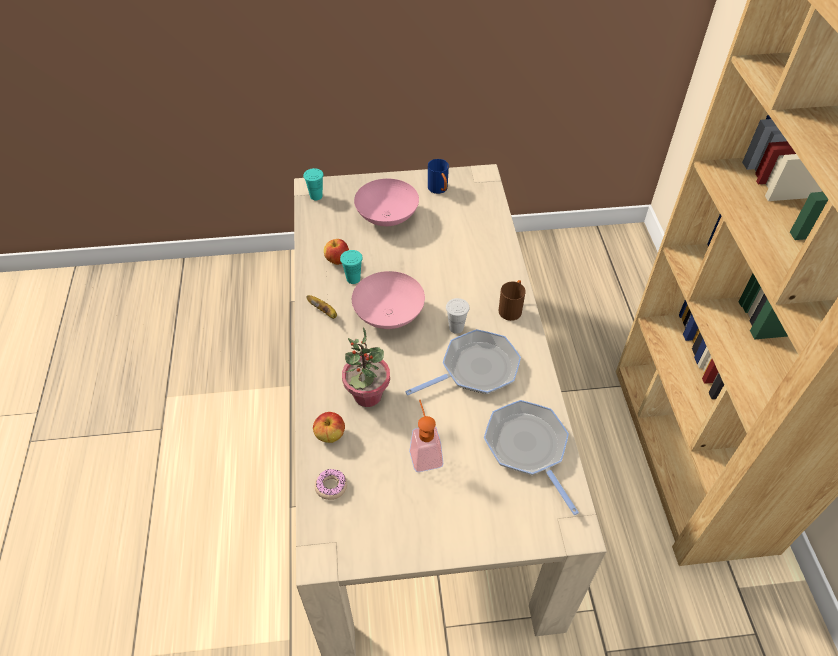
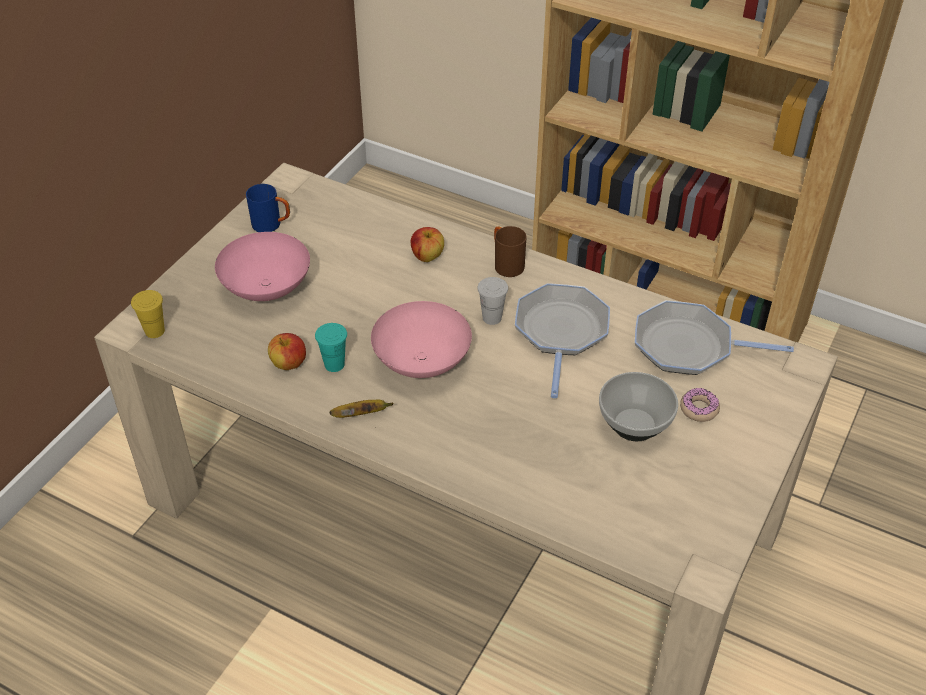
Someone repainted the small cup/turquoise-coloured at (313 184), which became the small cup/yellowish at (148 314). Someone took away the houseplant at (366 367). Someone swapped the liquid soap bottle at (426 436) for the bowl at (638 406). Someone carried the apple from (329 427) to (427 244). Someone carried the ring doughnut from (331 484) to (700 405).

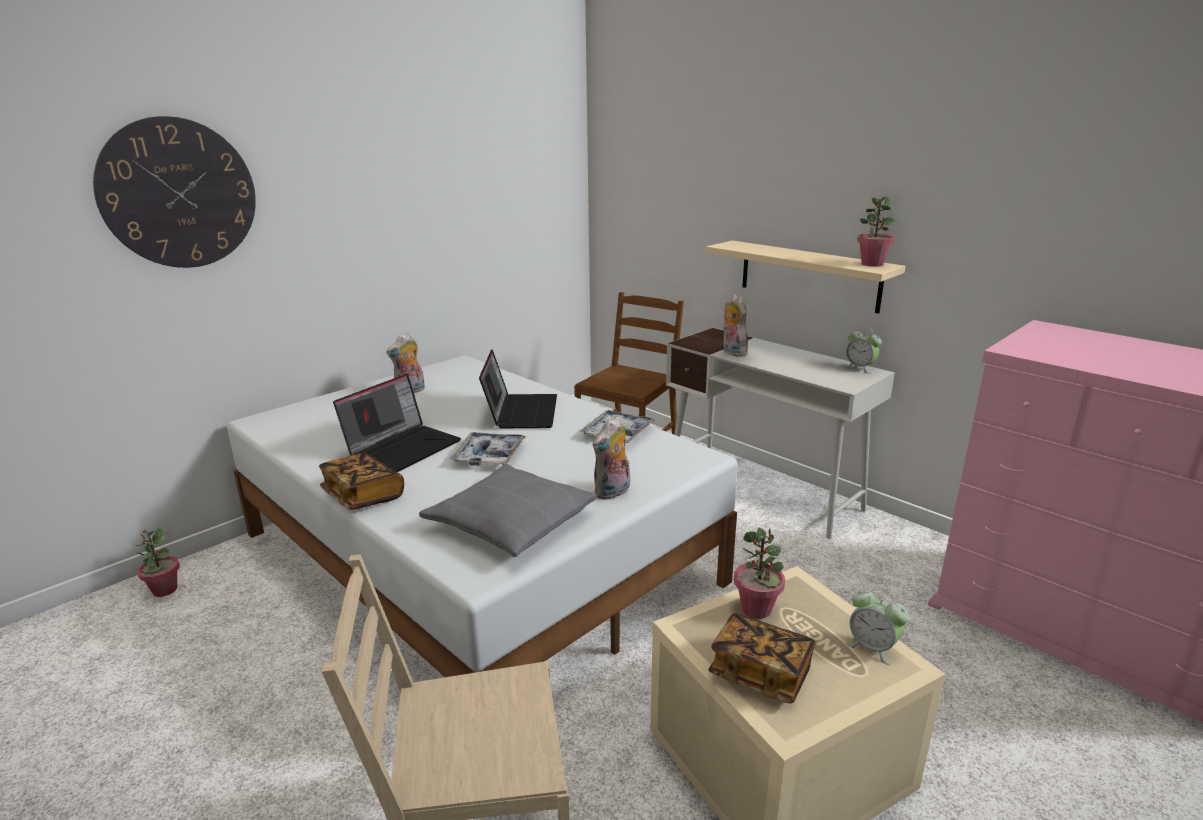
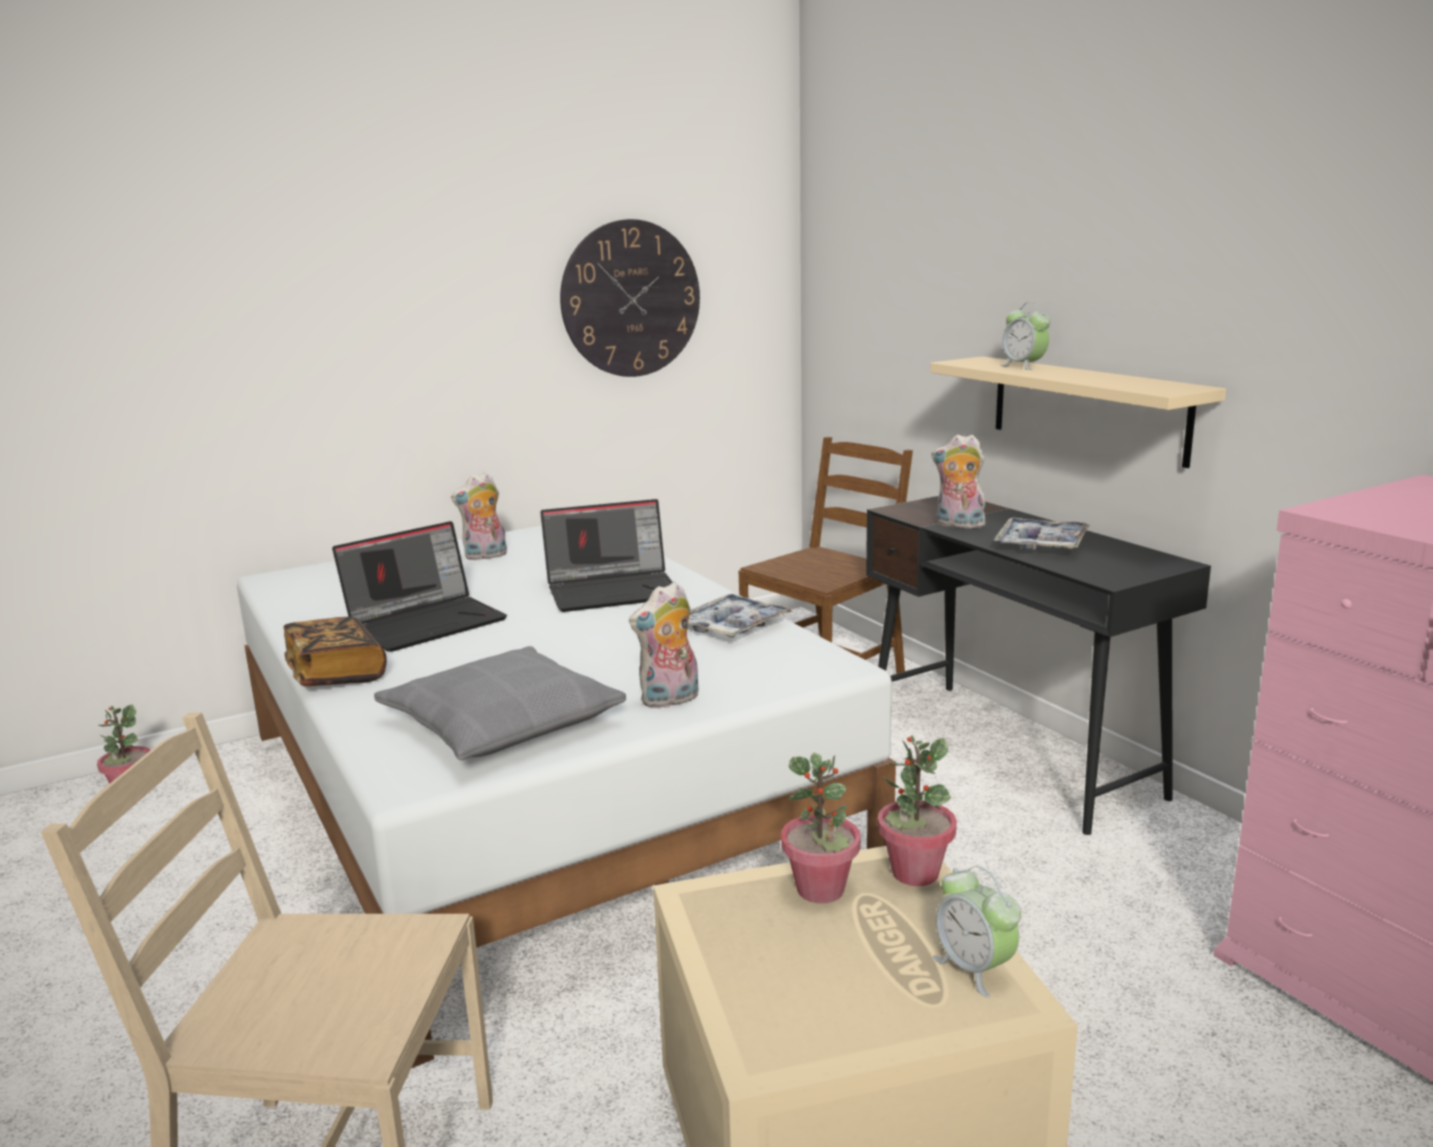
Someone carried the wall clock from (174 192) to (630 298). Someone carried the houseplant from (876 231) to (917 810). Someone rotated the plush toy at (736 325) by 60 degrees counterclockwise. Someone carried the table clock from (863 350) to (1025 336). Someone repainted the desk table/whitish at (780 433), which became the desk table/blackish at (1038 665). Someone rotated the notebook computer at (518 389) by 60 degrees clockwise. Someone carried the serving tray from (488 449) to (1042 534). Someone took away the bound book at (762 658).

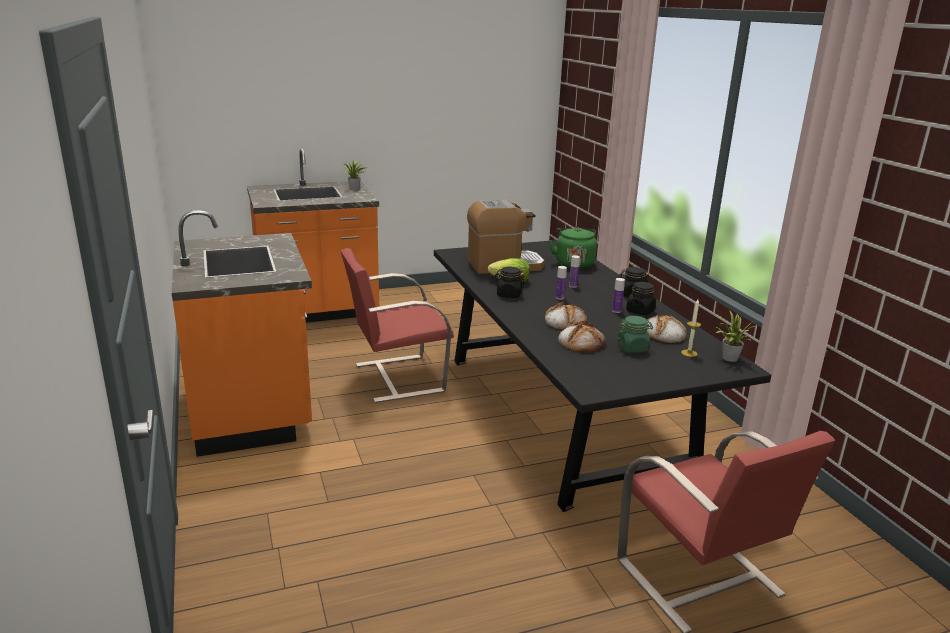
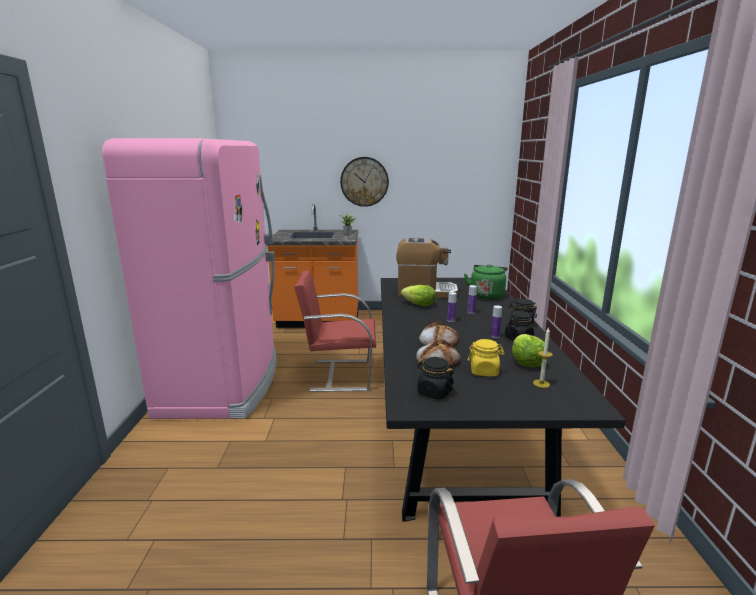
Someone swapped the kitchen base unit/orange at (242 333) for the refrigerator/pink at (189 278). Someone carried the jar/blackish from (510 282) to (435 378). Someone took away the houseplant at (735 336). Someone swapped the bakery bread at (667 329) for the lettuce head at (530 350). Someone repainted the jar/green at (635 334), which became the jar/yellowish at (486 357). Someone put up the wall clock at (364 182).

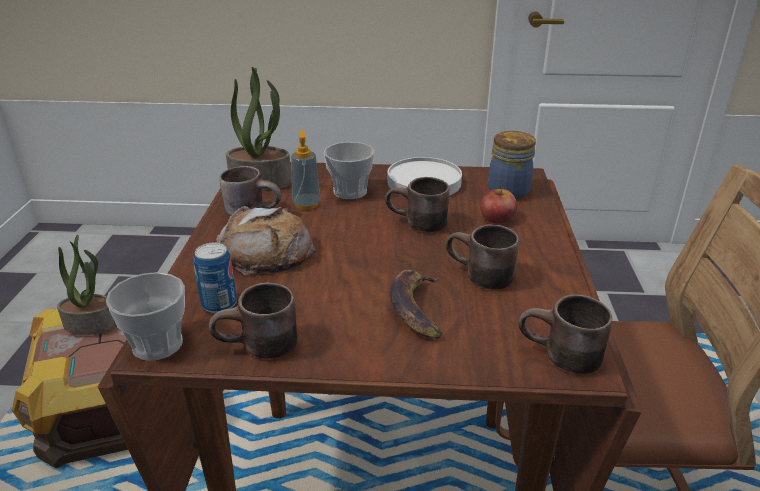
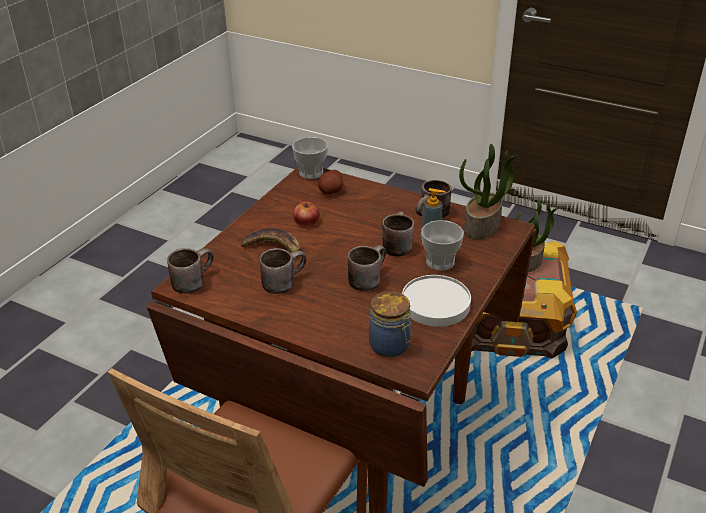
Someone carried the apple from (498 205) to (306 214). Someone took away the bakery bread at (266 240). Someone swapped the metal can at (215 277) for the whole potato at (330 182). Someone carried the tea mug/brown from (253 320) to (398 233).

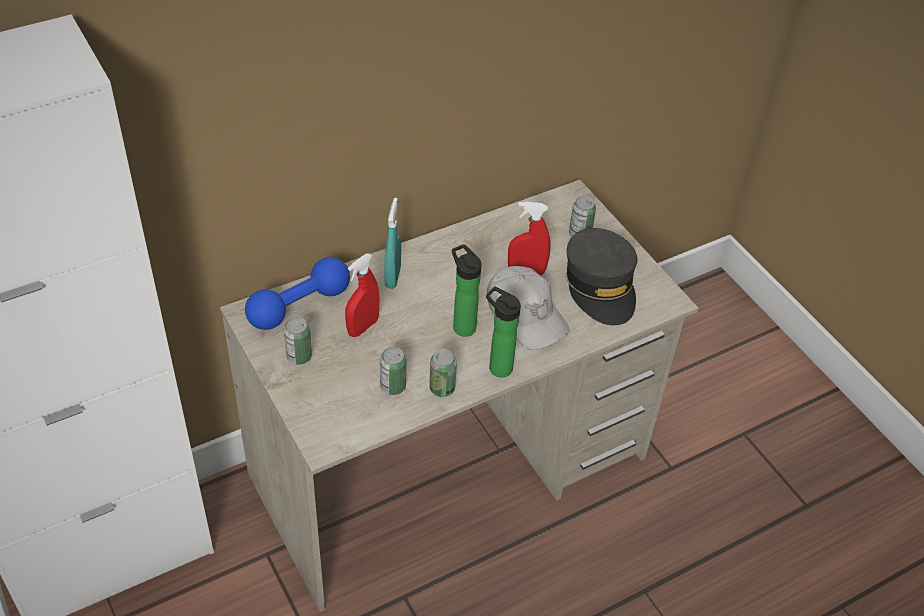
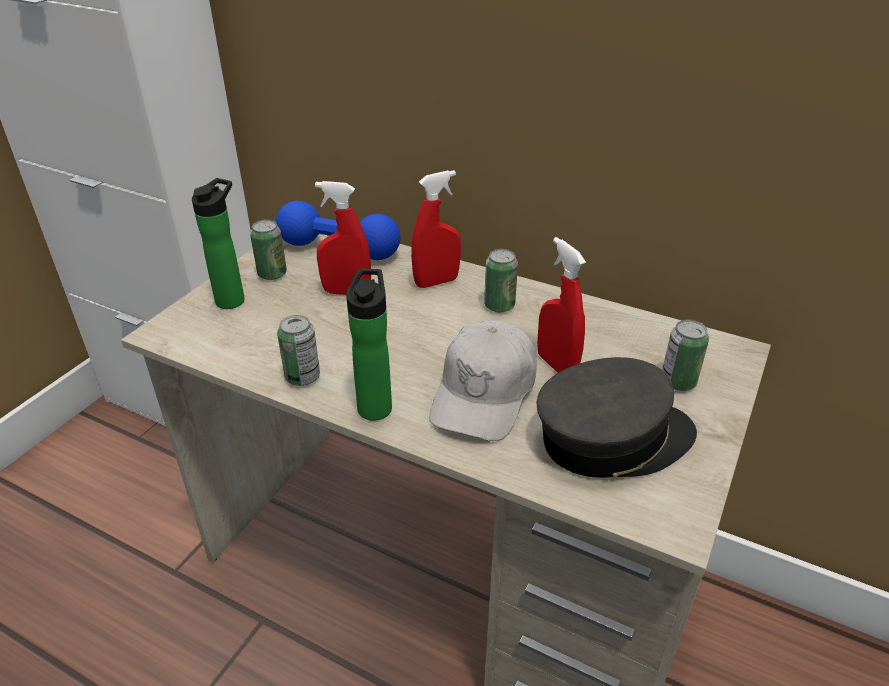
Someone repainted the spray bottle/turquoise-coloured at (392 243), which became the spray bottle/red-coloured at (436 229). Someone rotated the baseball cap/grey at (601 276) by 150 degrees counterclockwise. Someone carried the bottle from (466 290) to (218 243). Someone carried the metal can from (393 371) to (501 281).

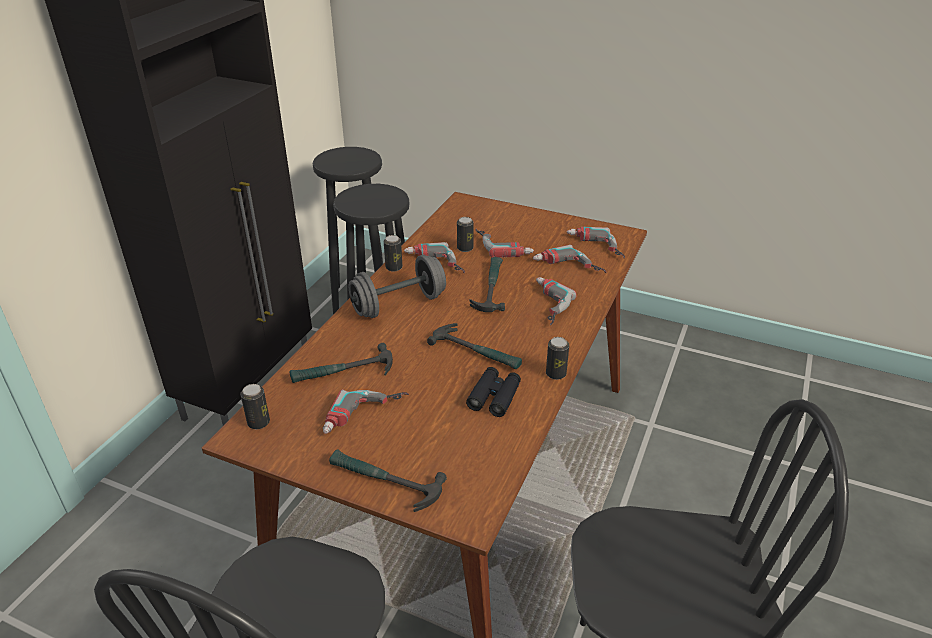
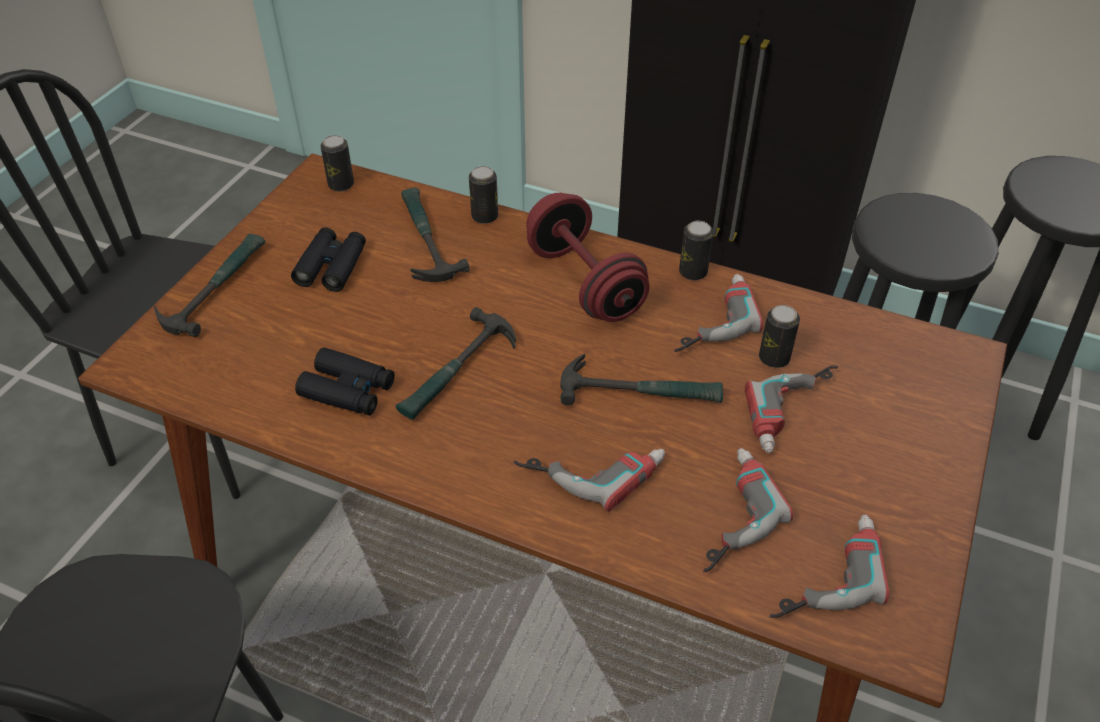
Someone repainted the hand weight/grey at (397 286), which became the hand weight/red-coloured at (588 257). Someone carried the metal can from (557 358) to (483 195). Someone swapped the electric drill at (366 411) for the binoculars/blackish at (328 259).

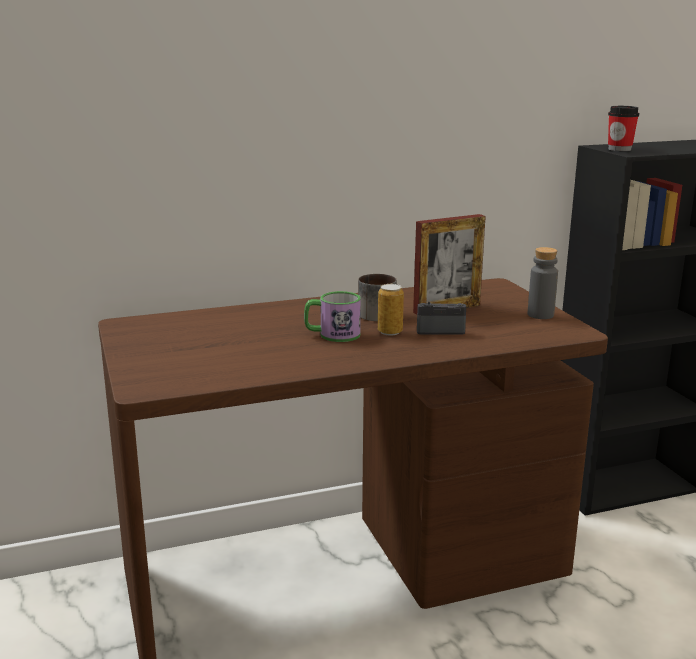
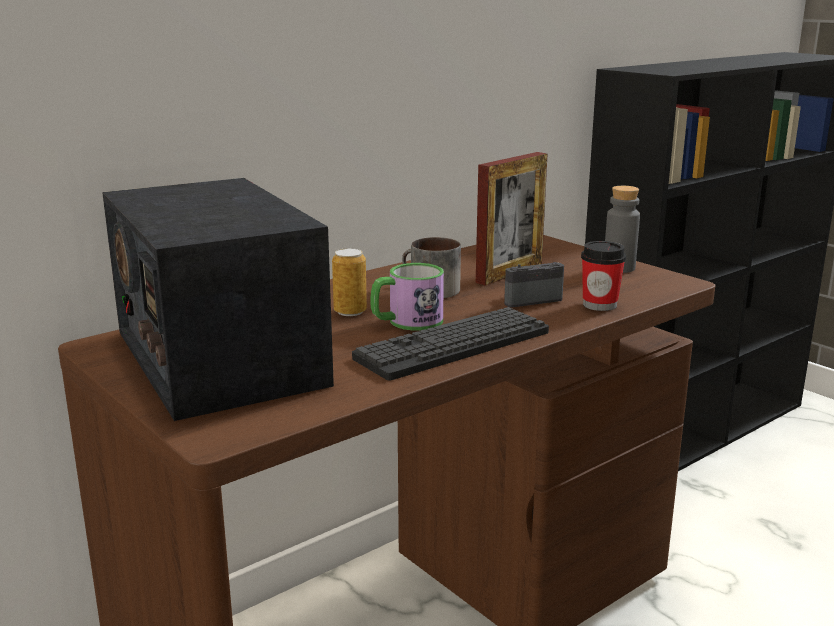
Someone carried the small cup from (623 128) to (603 276). Someone carried the metal can from (391 310) to (349 282). Someone put down the radio at (218 299). Someone put down the PC keyboard at (450 344).

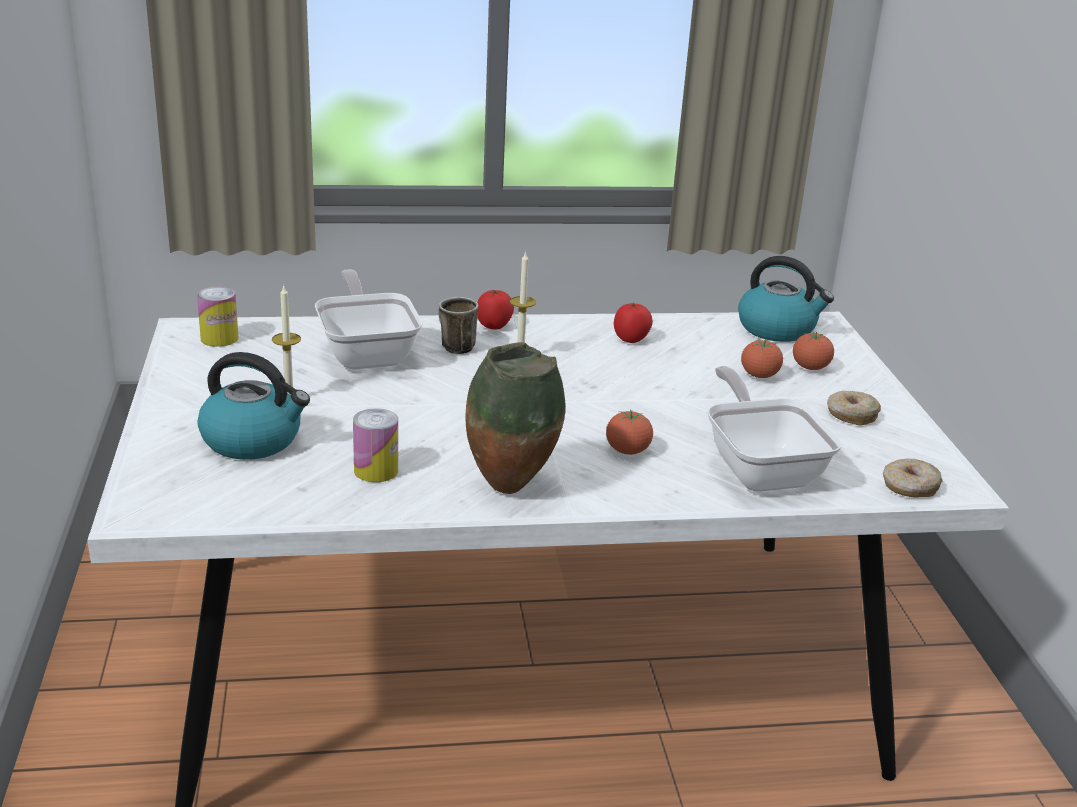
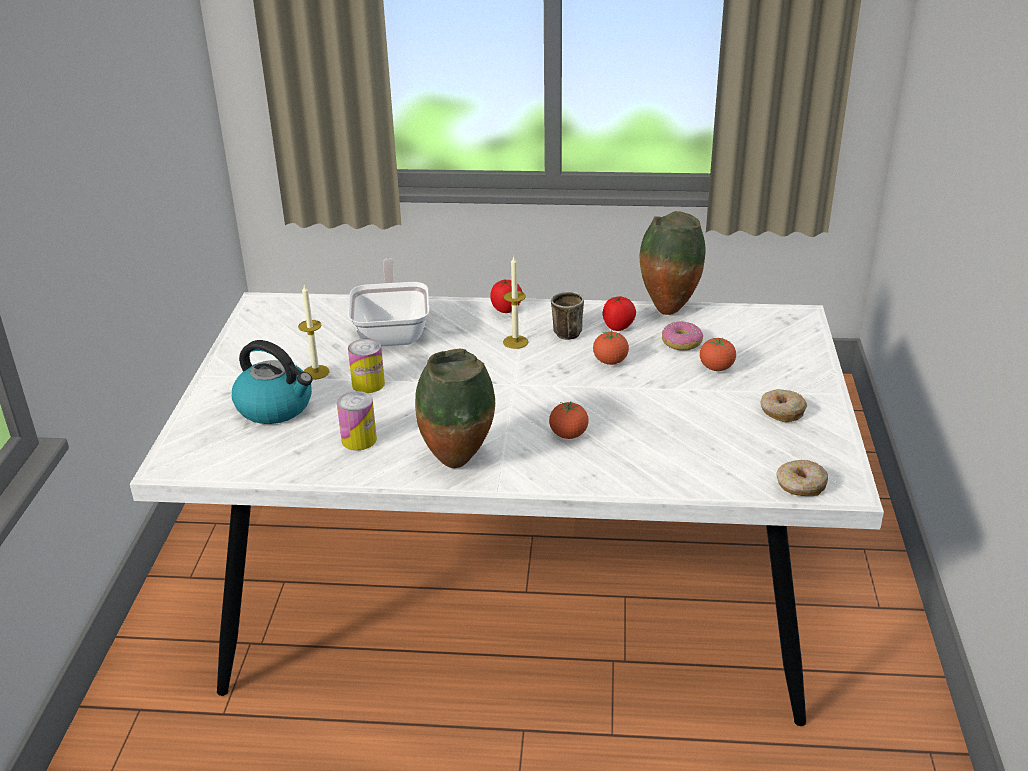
Someone took away the water kettle at (786 299). Someone carried the metal can from (218 316) to (366 366). Someone carried the tea mug from (458 325) to (567 315). Someone carried the tomato from (813 351) to (611 348). Someone took away the skillet at (774 429). Someone put down the flower vase at (673 263). Someone put down the ring doughnut at (682 336).

